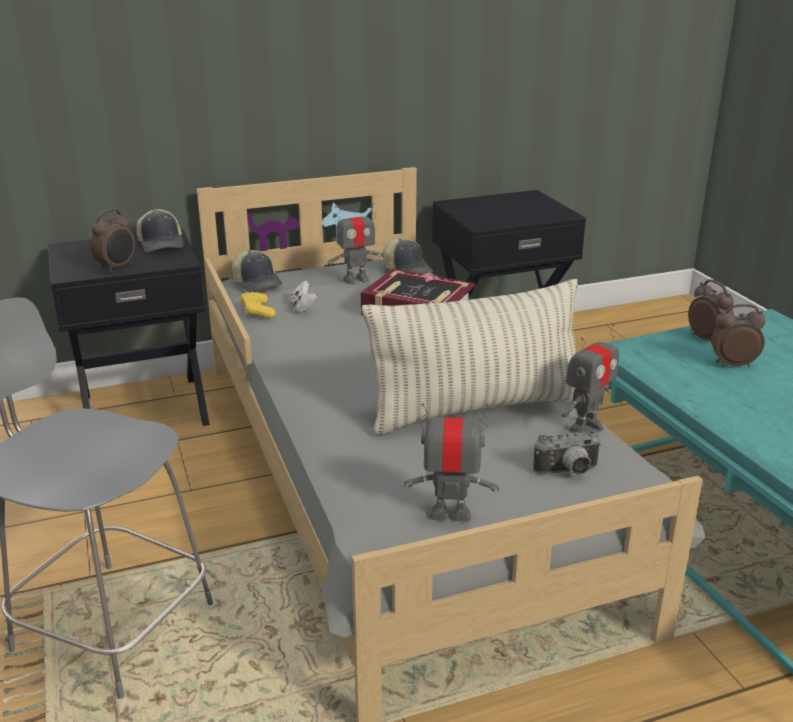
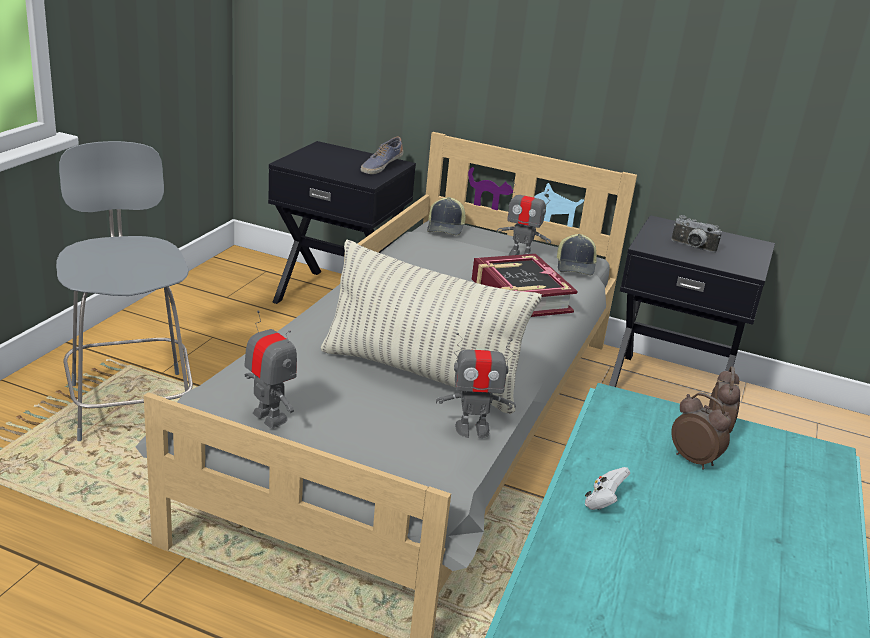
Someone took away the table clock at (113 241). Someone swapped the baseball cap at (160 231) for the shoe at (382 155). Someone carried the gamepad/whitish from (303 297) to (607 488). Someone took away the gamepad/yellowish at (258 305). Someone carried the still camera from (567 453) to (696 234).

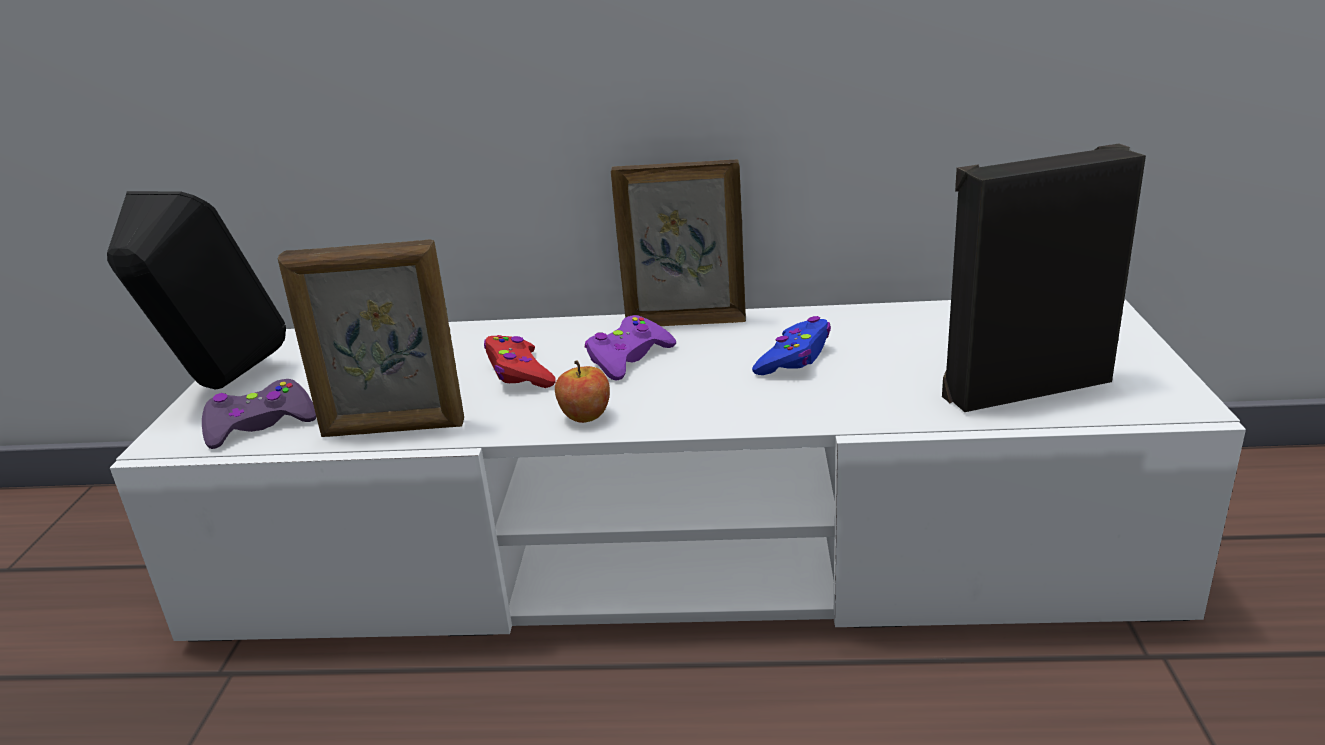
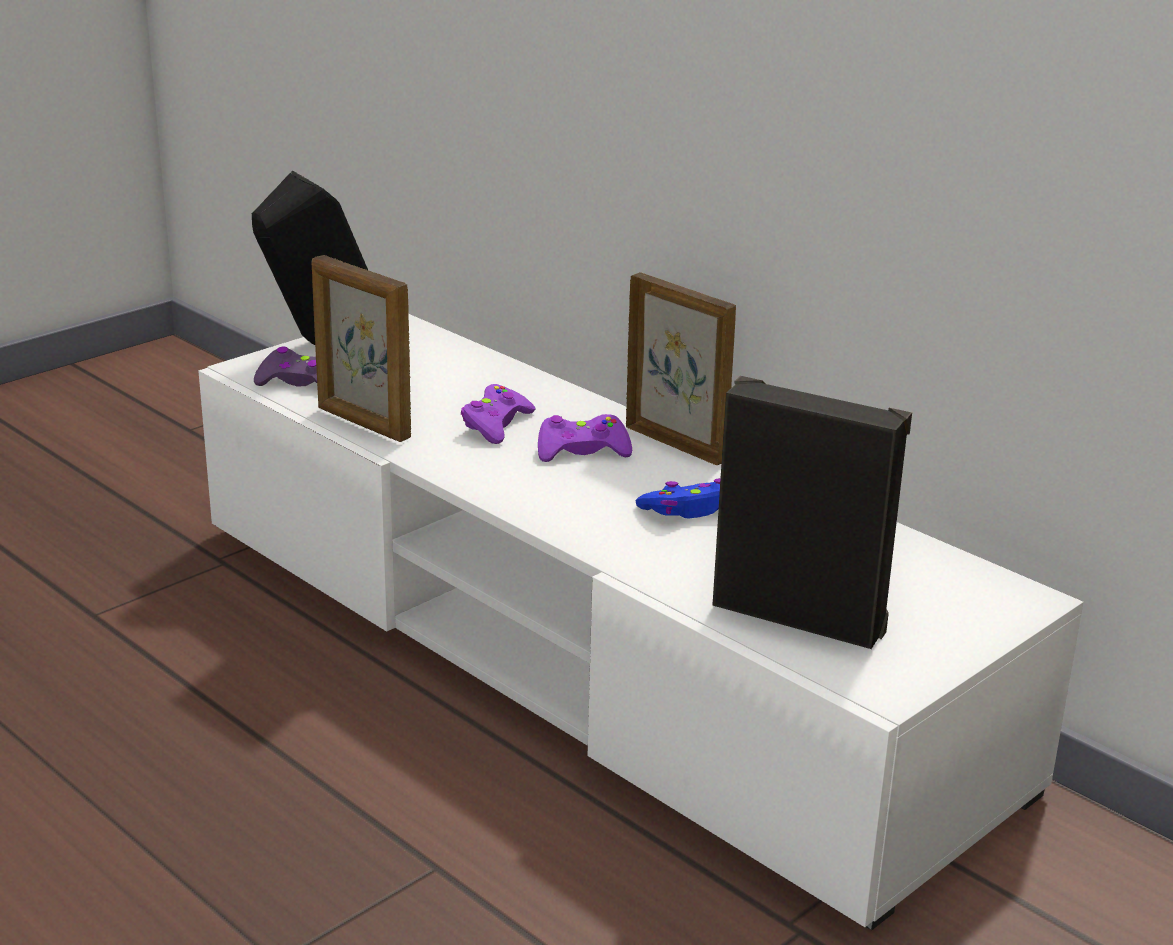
Someone repainted the gamepad/red-coloured at (520 361), which became the gamepad/purple at (498 414). Someone took away the apple at (582 391).

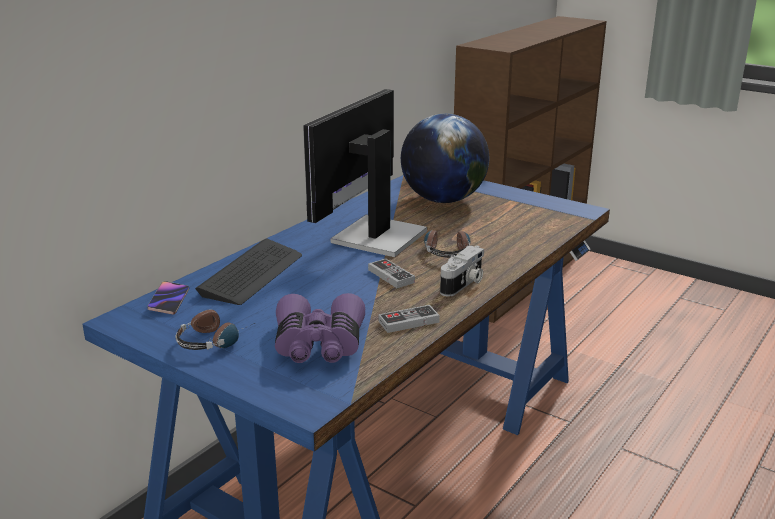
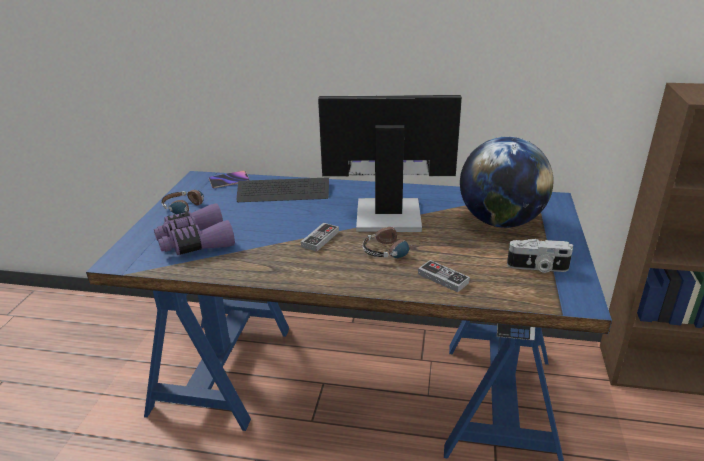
Someone carried the still camera from (462 271) to (540 256). Someone carried the gamepad from (409 319) to (444 276).

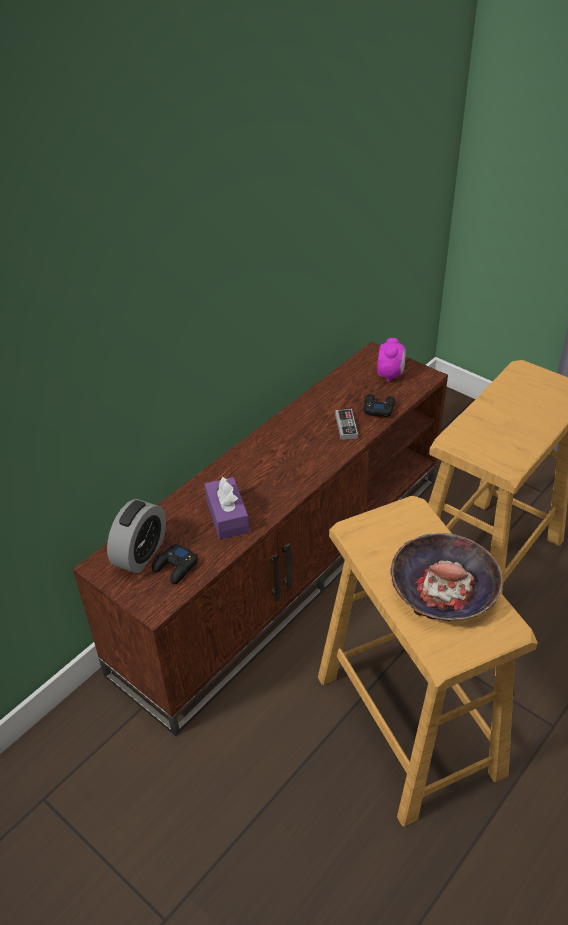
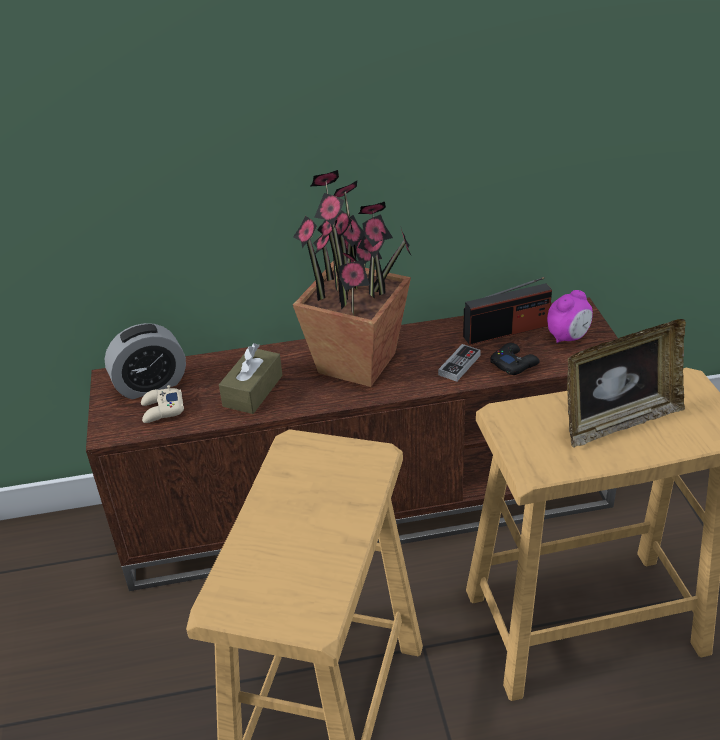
Someone repainted the tissue holder/purple at (227 508), which became the tissue holder/brown at (251 378). Someone took away the bowl at (446 577). Someone repainted the gamepad/blackish at (175 563), which became the gamepad/beige at (162 404). Someone put down the houseplant at (352 278). Someone put down the radio at (507 311). Someone put down the picture frame at (626 383).

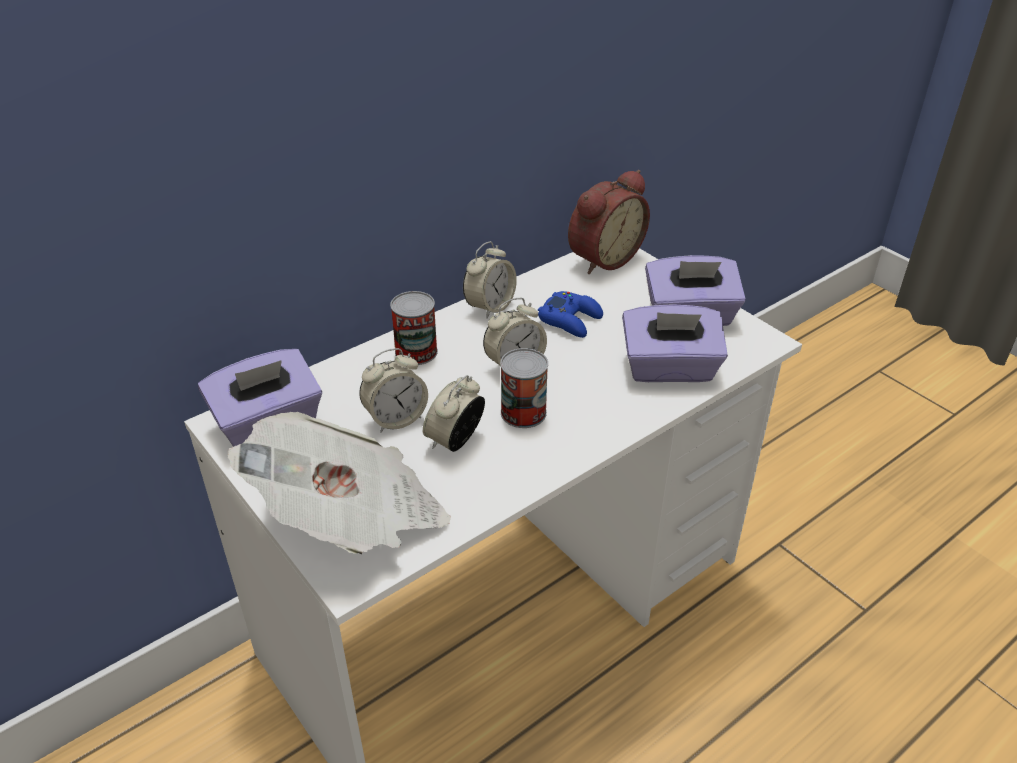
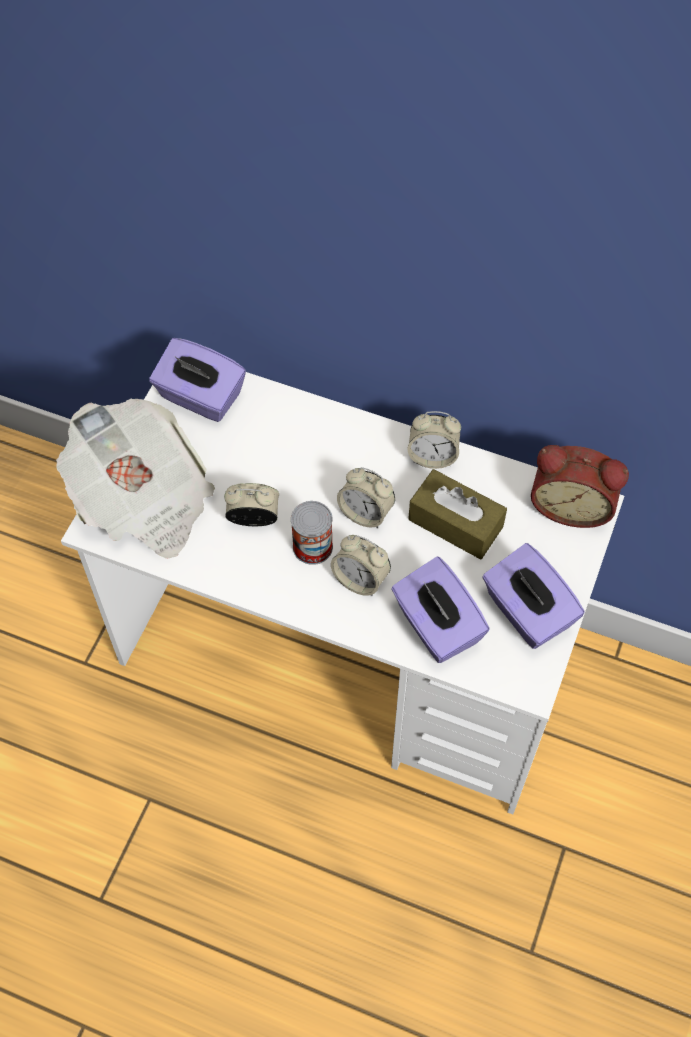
Someone took away the metal can at (414 328). Someone swapped the gamepad/bluish at (570 314) for the tissue holder/brown at (457 514). Someone carried the table clock from (393 390) to (361 565).

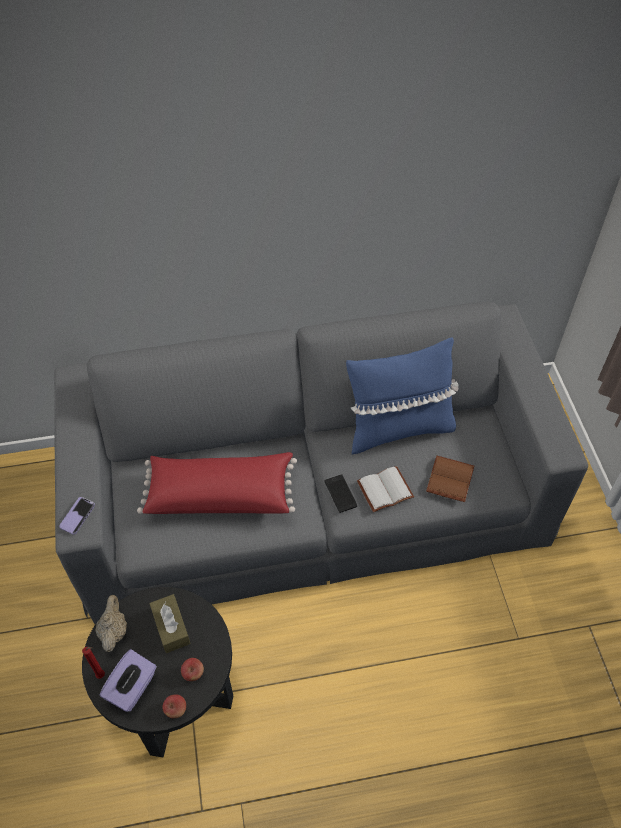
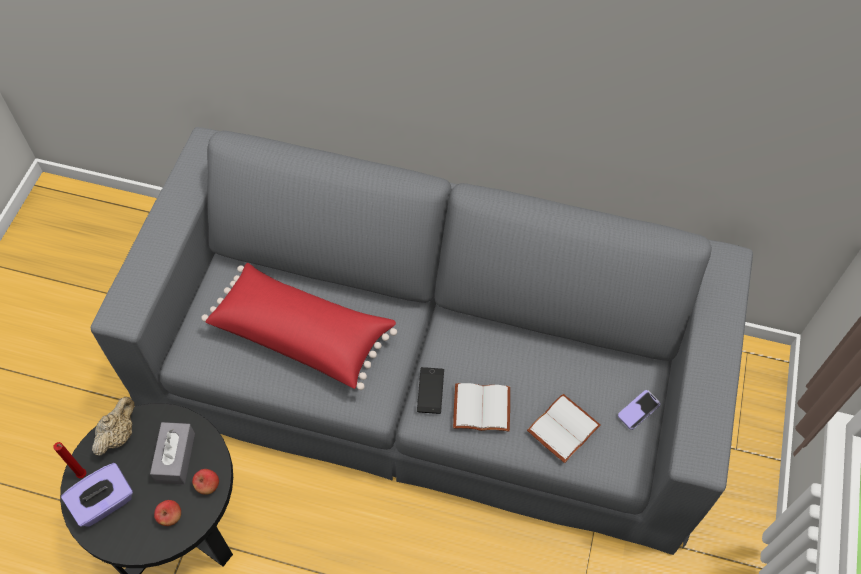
Someone took away the pillow/bluish at (402 396). Someone repainted the bound book/brown at (450 479), which became the bound book/whitish at (564 428). Someone carried the telephone from (77 516) to (639 410). Someone repainted the tissue holder/brown at (170 623), which became the tissue holder/grey at (172 453). Someone carried the apple from (174 706) to (205 482).

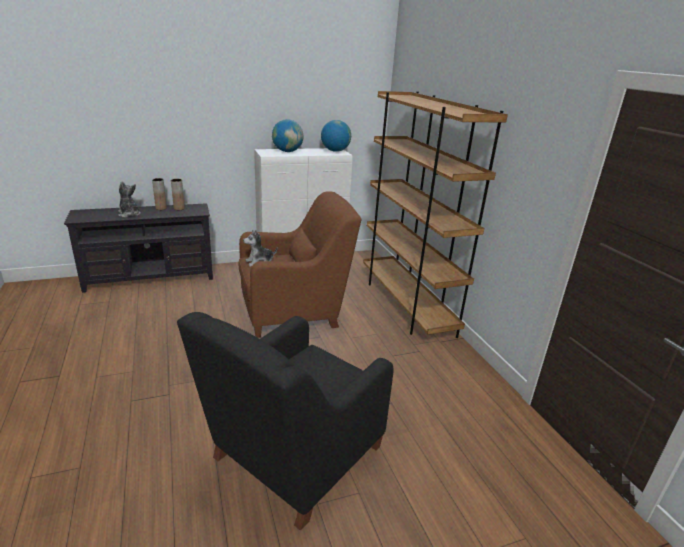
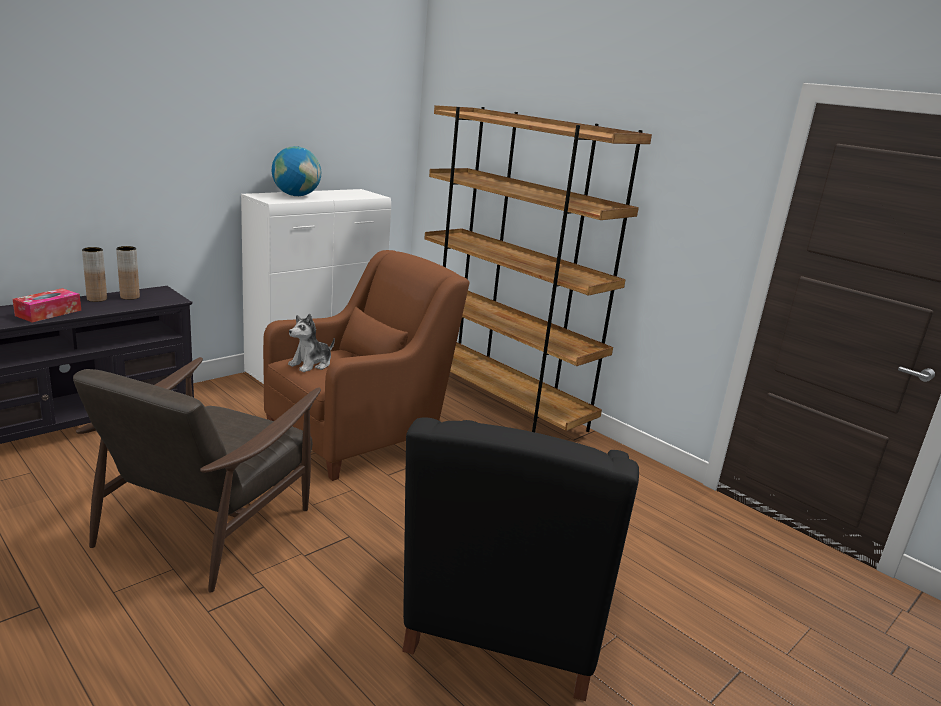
Someone took away the world globe at (336 136). Someone swapped the plush toy at (129 199) for the tissue holder at (47 305). Someone put down the armchair/brown at (197 474).

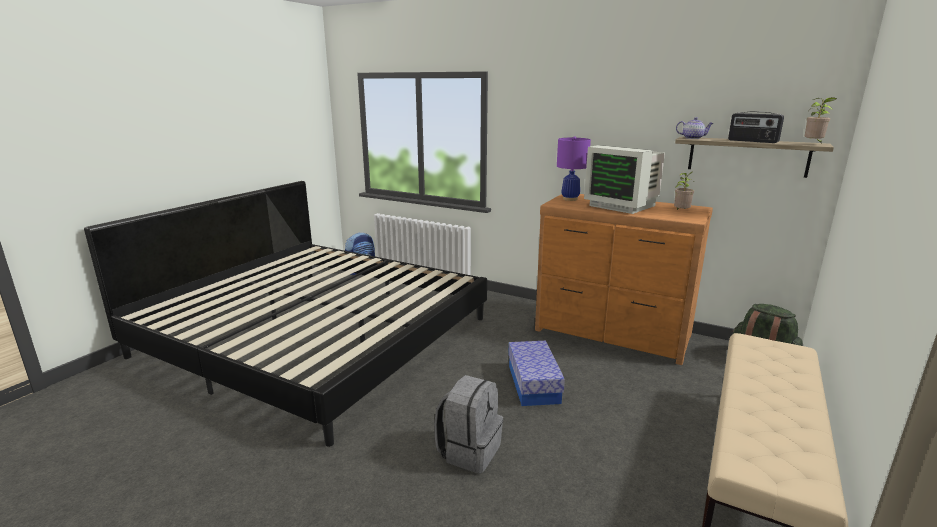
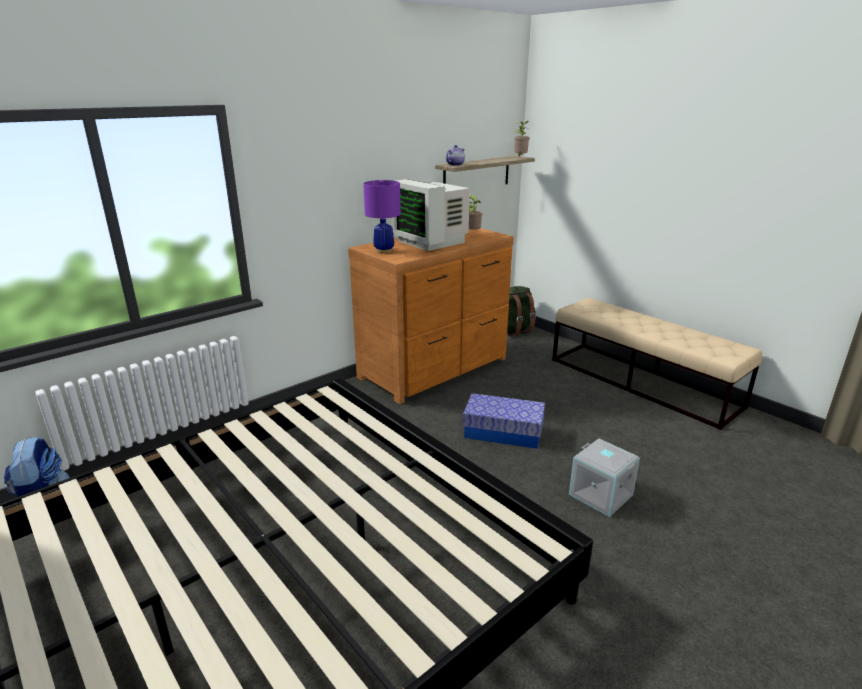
Someone took away the radio at (756 127). Someone rotated the computer display at (624 179) by 75 degrees clockwise. Someone swapped the backpack/grey at (468 424) for the storage container/grey at (604 478).

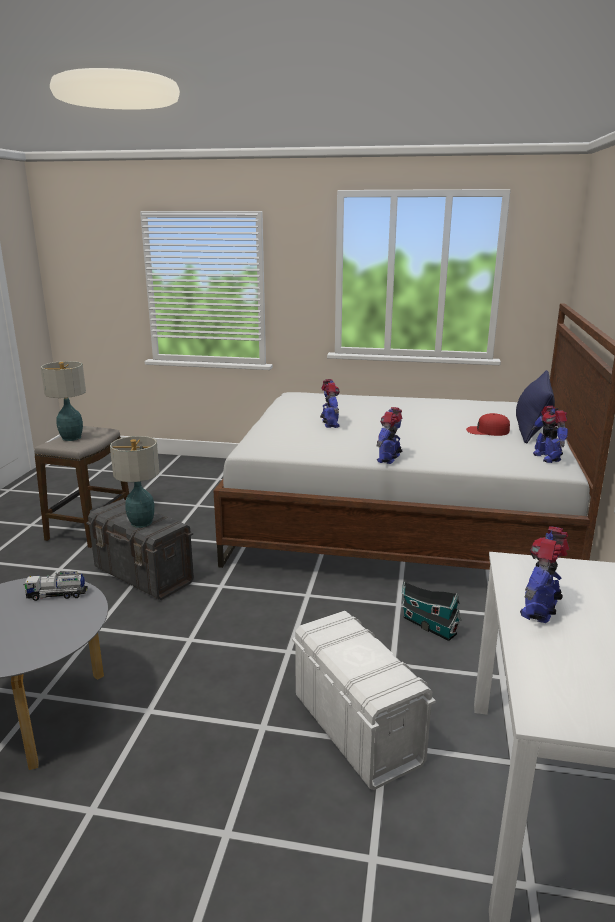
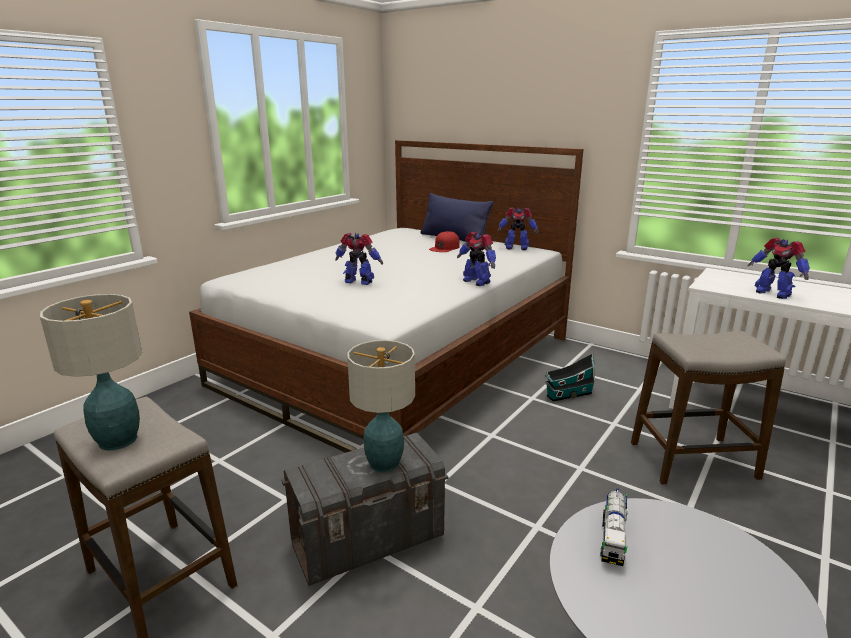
Someone swapped the storage container/whitish at (364 700) for the sitting stool at (708 408).

